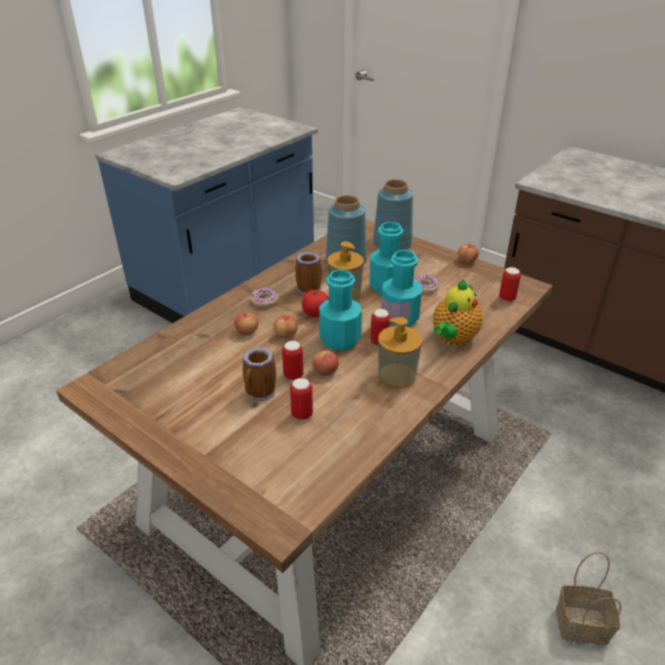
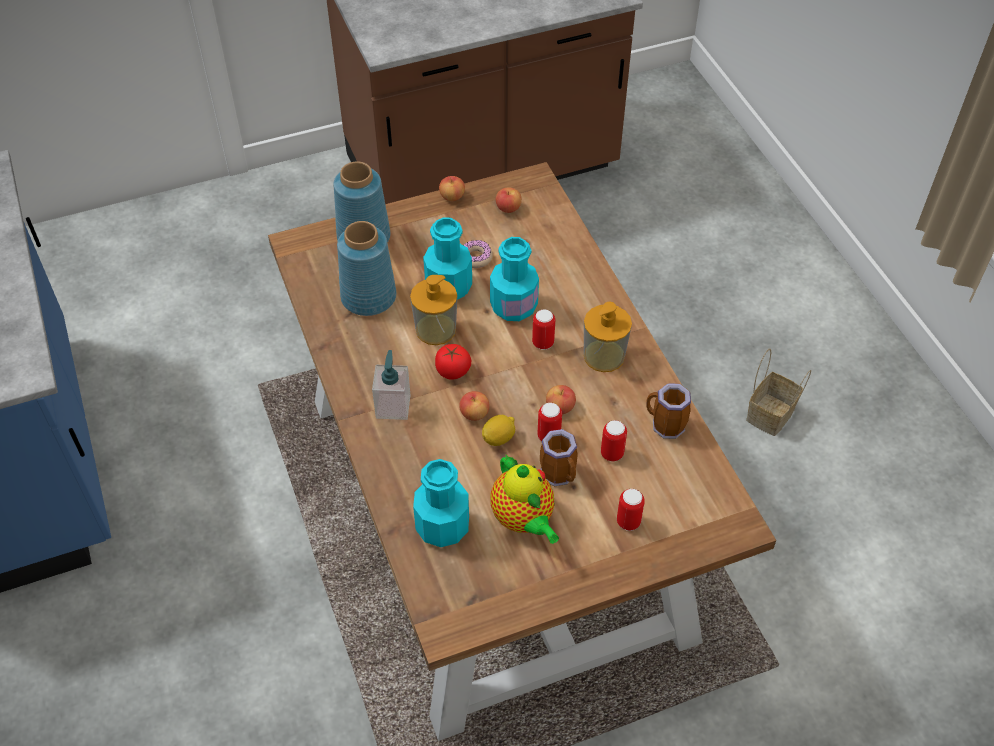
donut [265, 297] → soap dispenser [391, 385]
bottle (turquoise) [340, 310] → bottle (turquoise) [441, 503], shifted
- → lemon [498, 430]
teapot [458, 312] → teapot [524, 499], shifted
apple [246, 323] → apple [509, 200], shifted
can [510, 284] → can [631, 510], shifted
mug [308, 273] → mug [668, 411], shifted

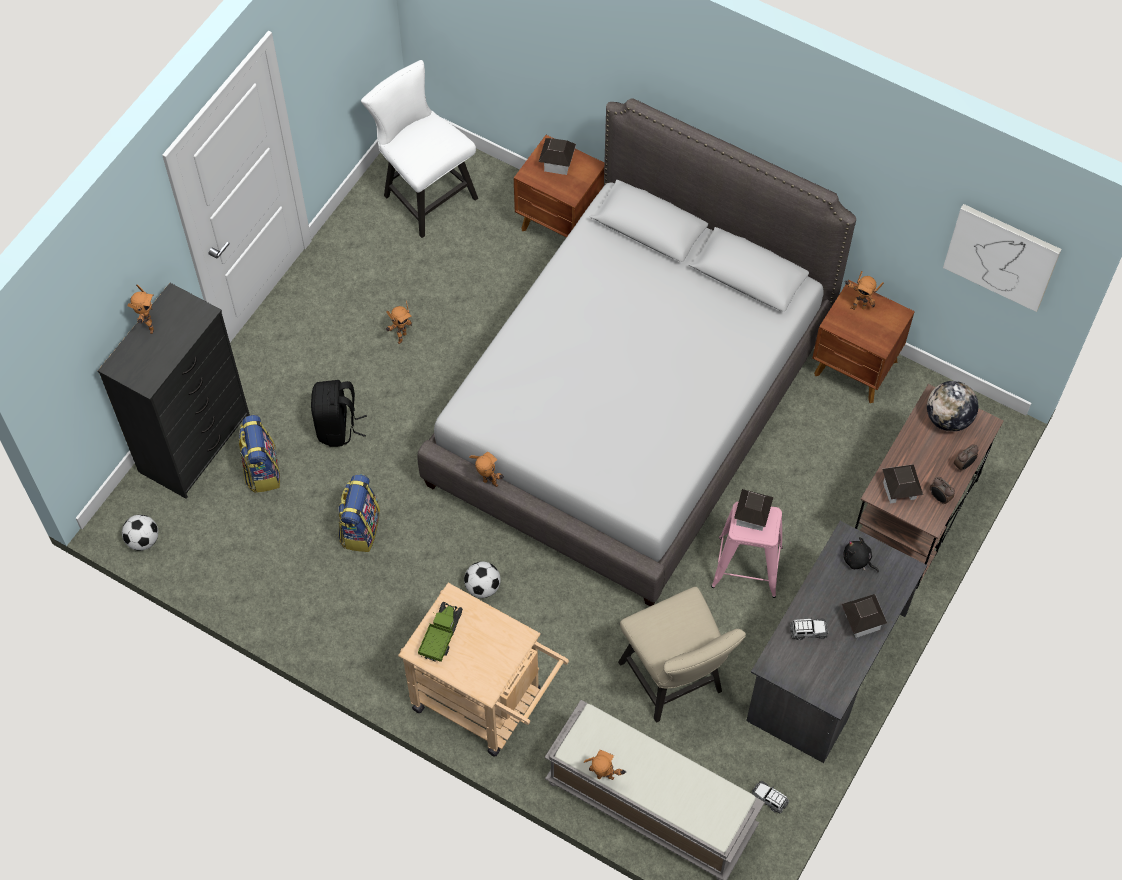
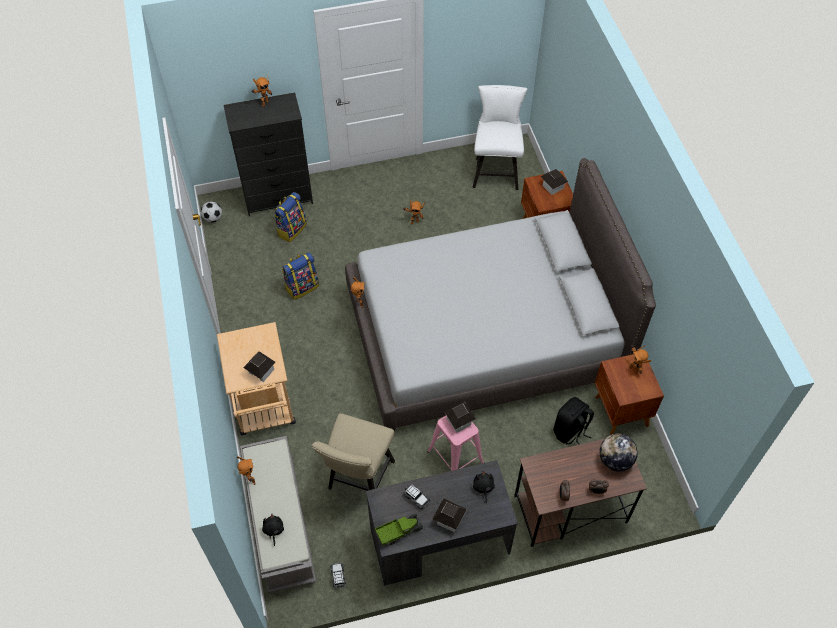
toy house [902, 483] → toy house [259, 366], shifted
- → plush toy (black) [273, 530]
toy truck [440, 632] → toy truck [399, 530], shifted
backpack (black) [339, 413] → backpack (black) [573, 421], shifted
football [482, 579] → -
picture [1002, 258] → -

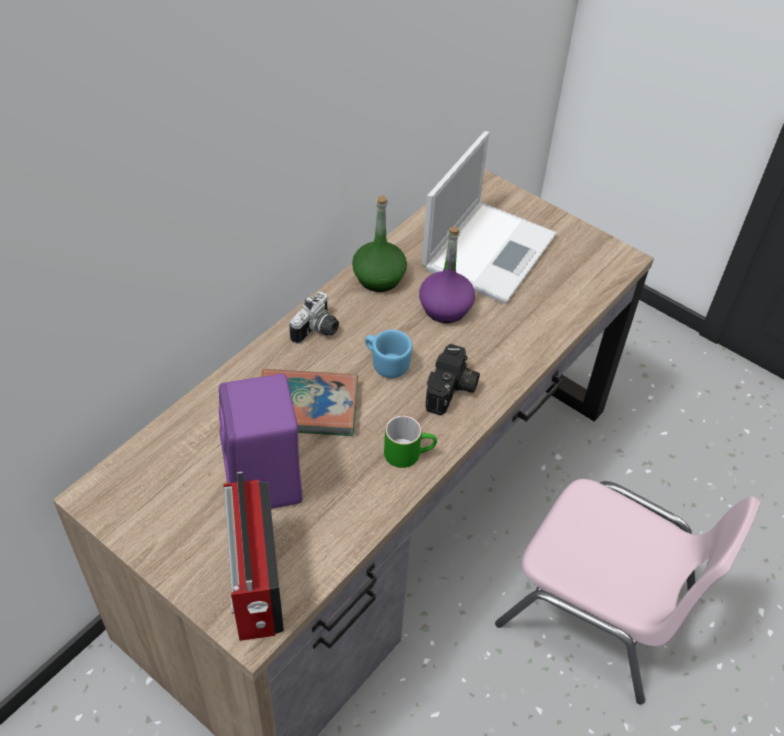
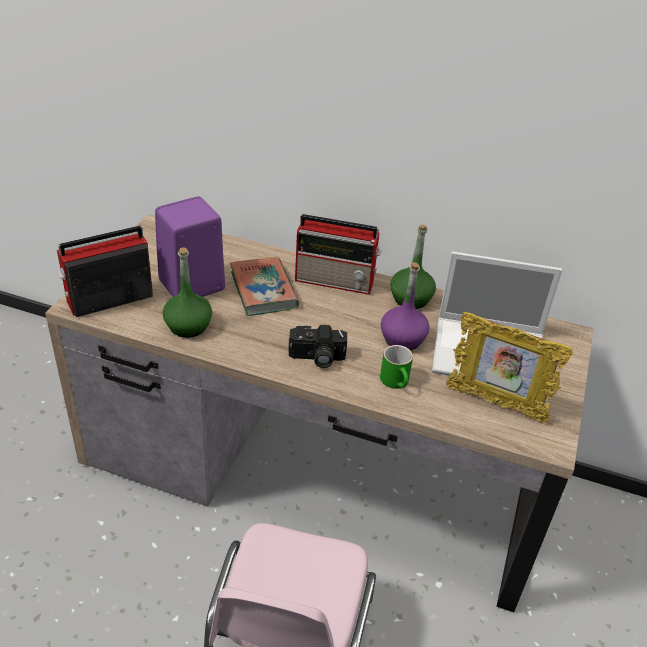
- → bottle (green) [187, 292]
photo camera [314, 318] → radio [338, 254]
mug (green) [410, 441] → mug (green) [396, 367], shifted
- → picture frame [509, 367]
mug (blue) [388, 354] → -

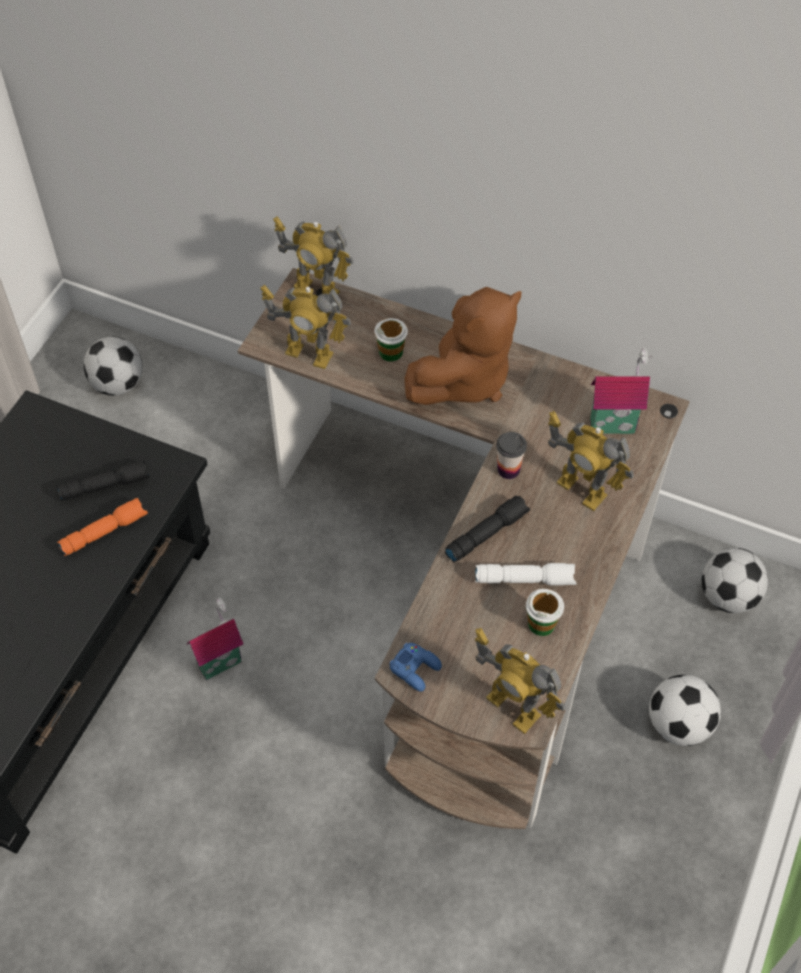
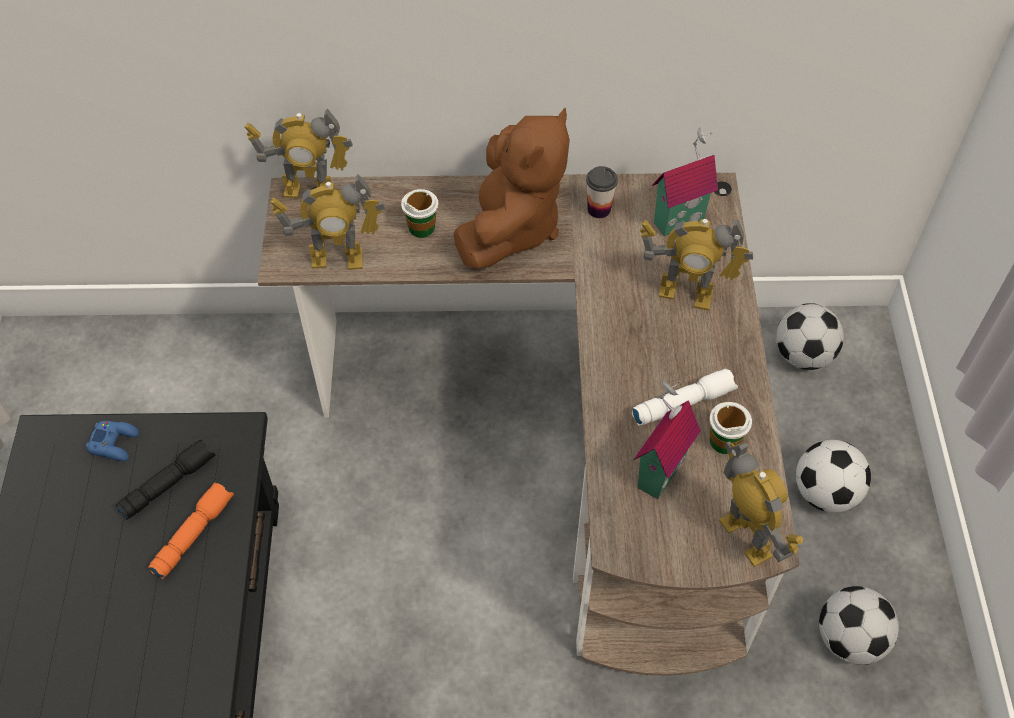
game controller (blue) [415, 667] → game controller (blue) [112, 441], shifted
cup [511, 455] → cup [602, 192], shifted
toy house [215, 638] → toy house [667, 439], shifted
toy robot [520, 680] → toy robot [761, 504], 135 degrees counterclockwise
football [113, 366] → football [859, 625], shifted
flashlight (black) [487, 529] → -

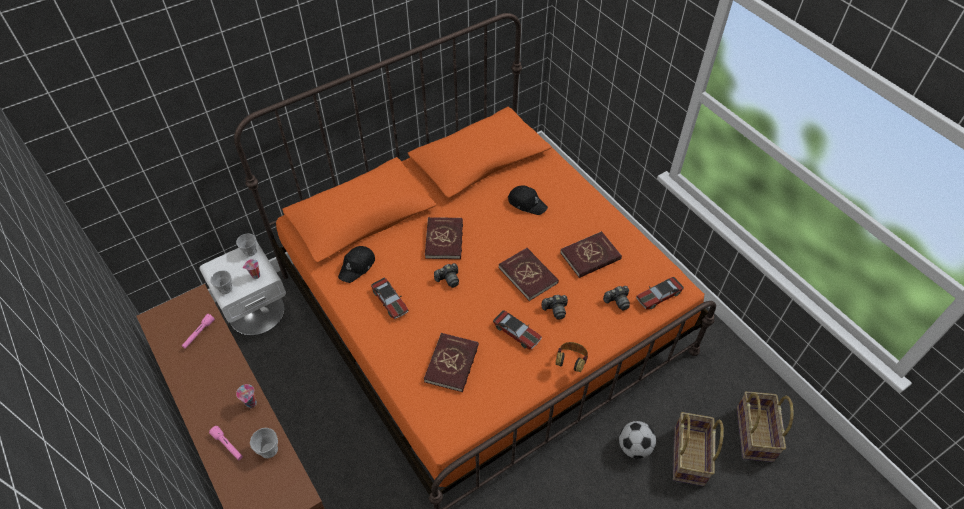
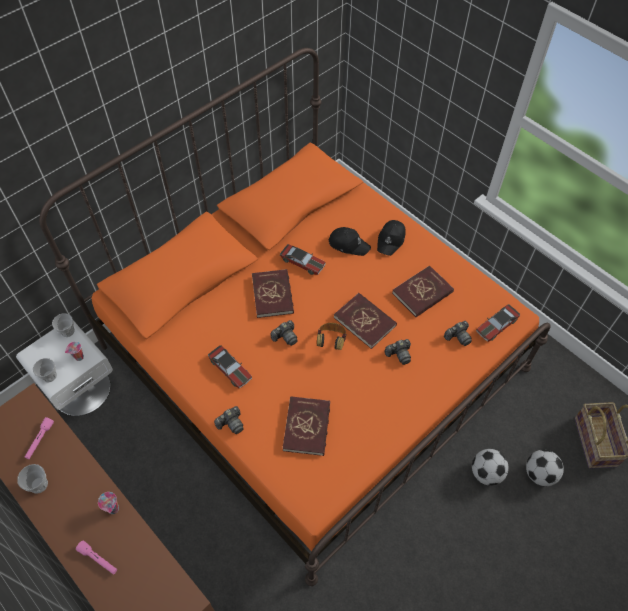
cup [264, 443] → cup [32, 479], shifted
- → photo camera [229, 420]
toy car [517, 330] → toy car [303, 259], shifted
headphones [571, 357] → headphones [331, 336], shifted
cap (black) [356, 264] → cap (black) [391, 238], shifted
basket [698, 449] → football [545, 468]

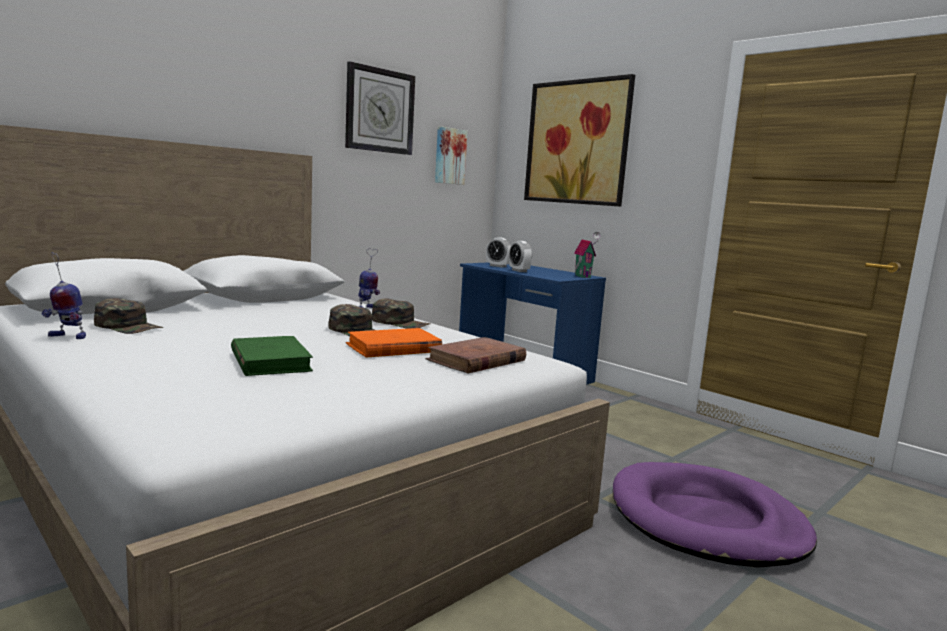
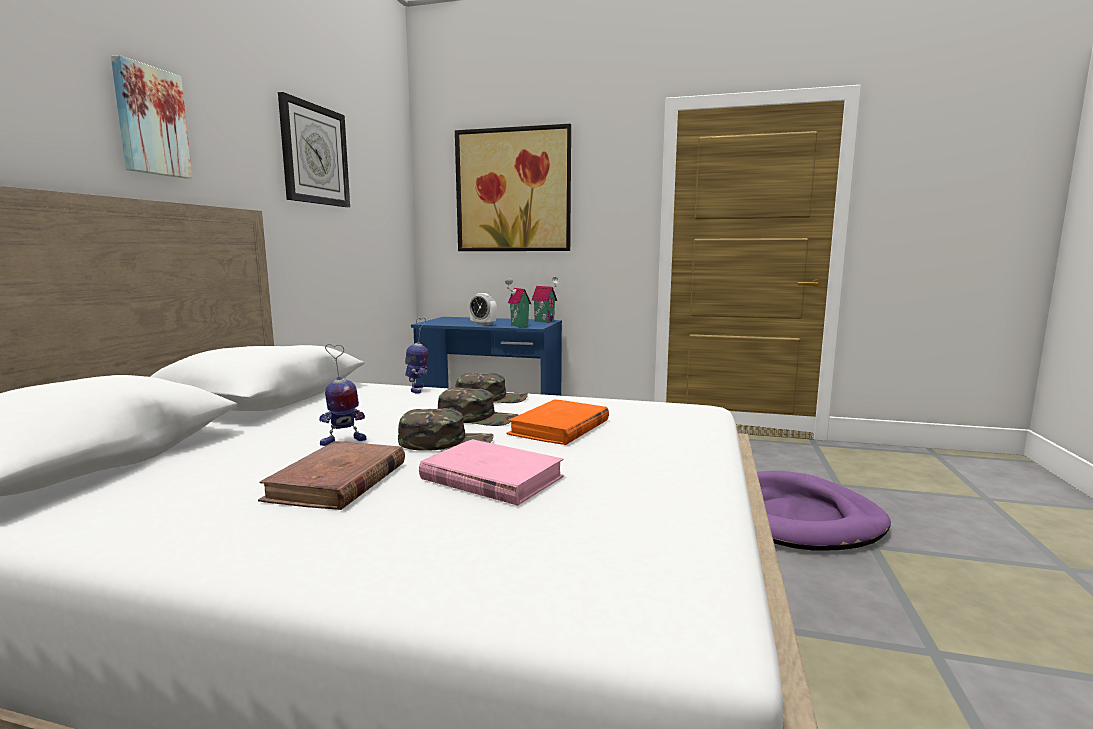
picture [451, 155] → picture [152, 117], shifted
book (brown) [476, 355] → book (brown) [331, 475], shifted
toy robot [64, 295] → toy robot [342, 395], shifted
cap (green) [128, 316] → cap (green) [446, 429], shifted
book (green) [272, 356] → book (pink) [491, 472]
- → toy house [518, 303]
alarm clock [498, 252] → -

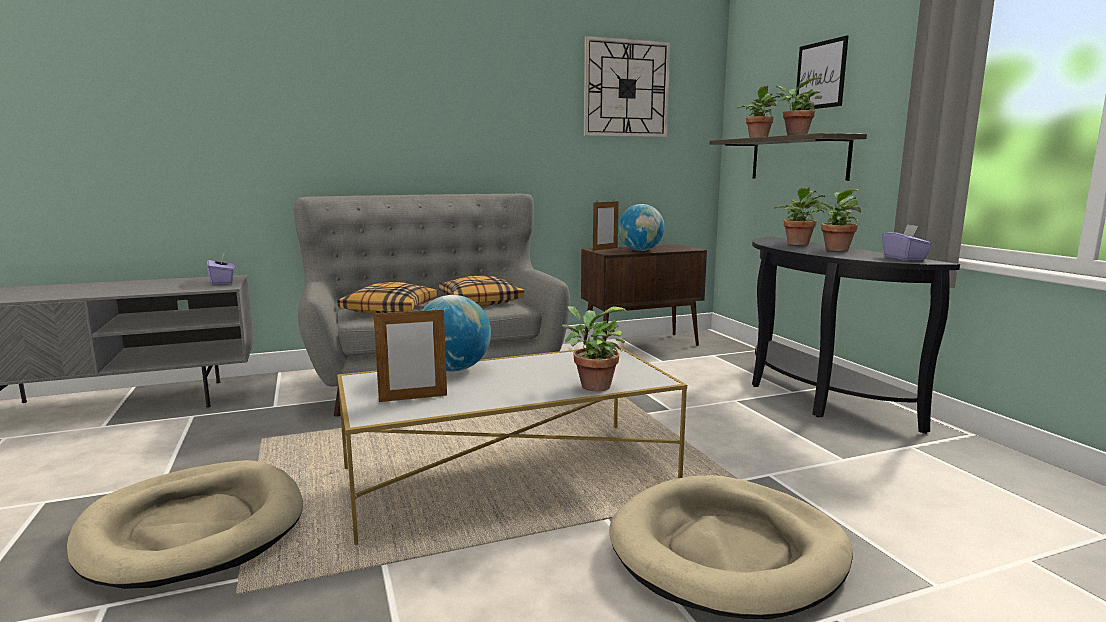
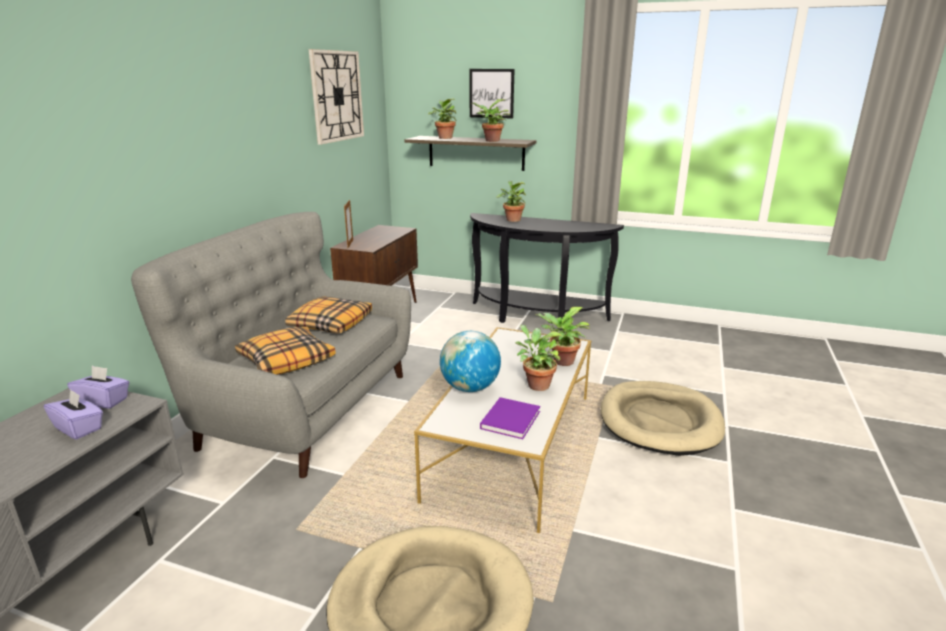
tissue box (purple) [907, 242] → tissue box (purple) [73, 414], shifted
picture frame [410, 354] → book (purple) [510, 418]
potted plant [836, 220] → potted plant [539, 358], shifted
globe [641, 227] → -

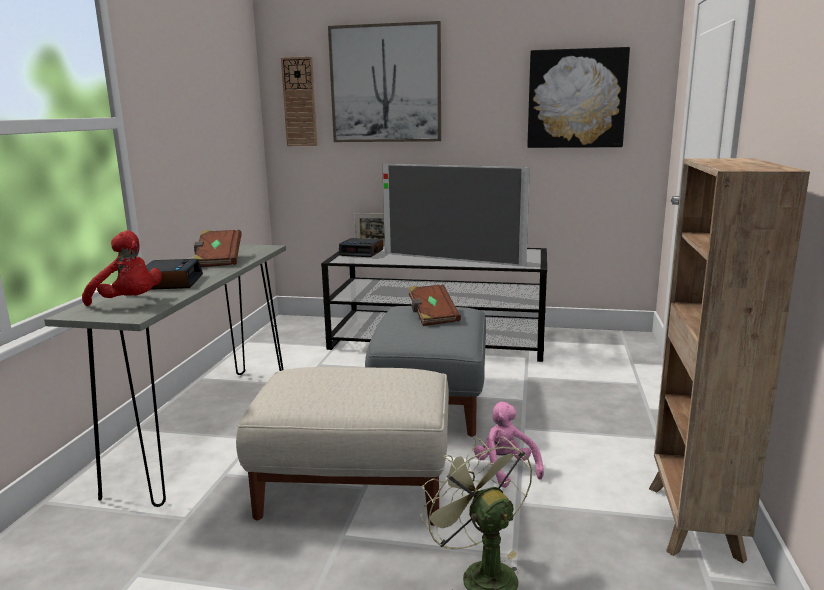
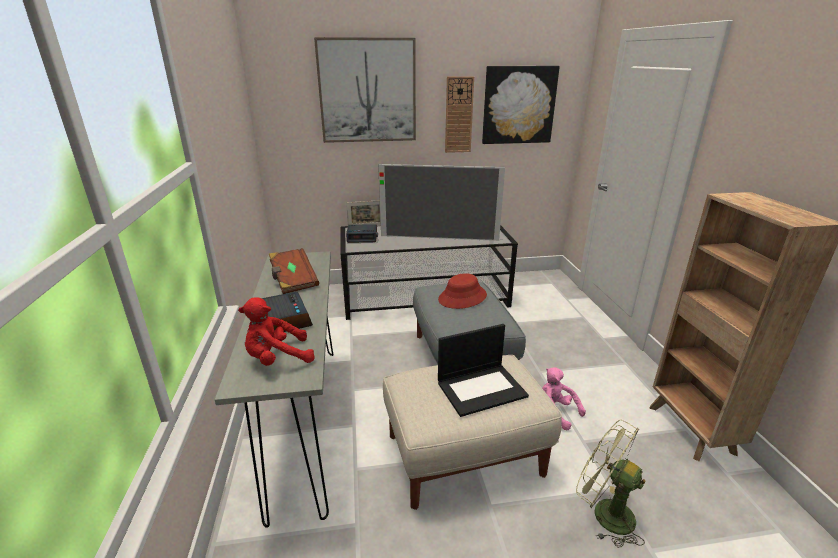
plush toy (red) [122, 268] → plush toy (red) [276, 331], 150 degrees clockwise
book (brown) [434, 305] → hat (red) [462, 291]
- → laptop [483, 370]
wall clock [299, 101] → wall clock [459, 114], shifted

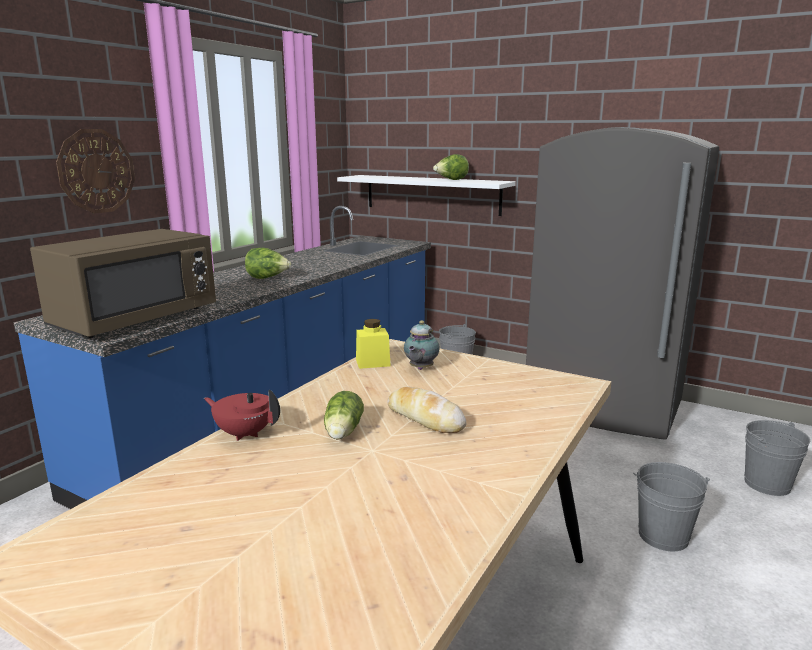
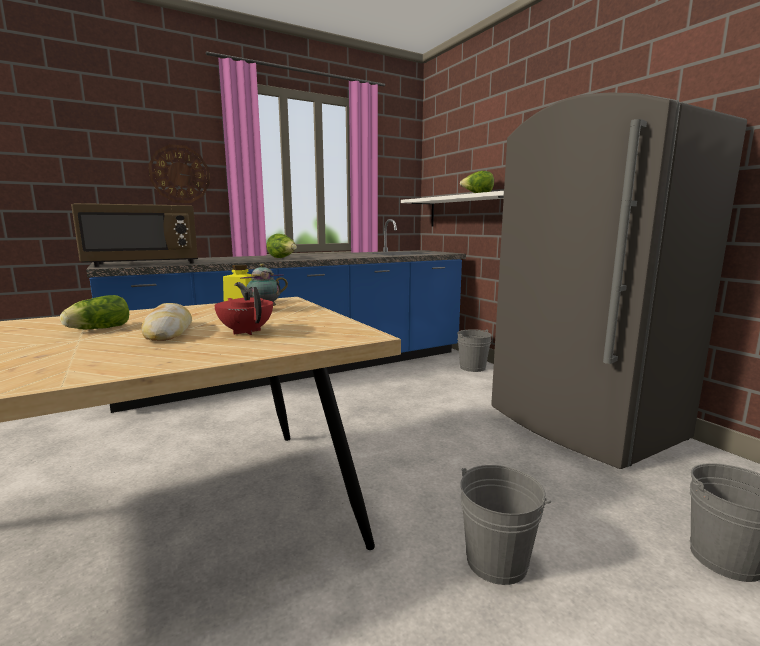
teapot (red) [242, 415] → teapot (red) [243, 311], shifted

